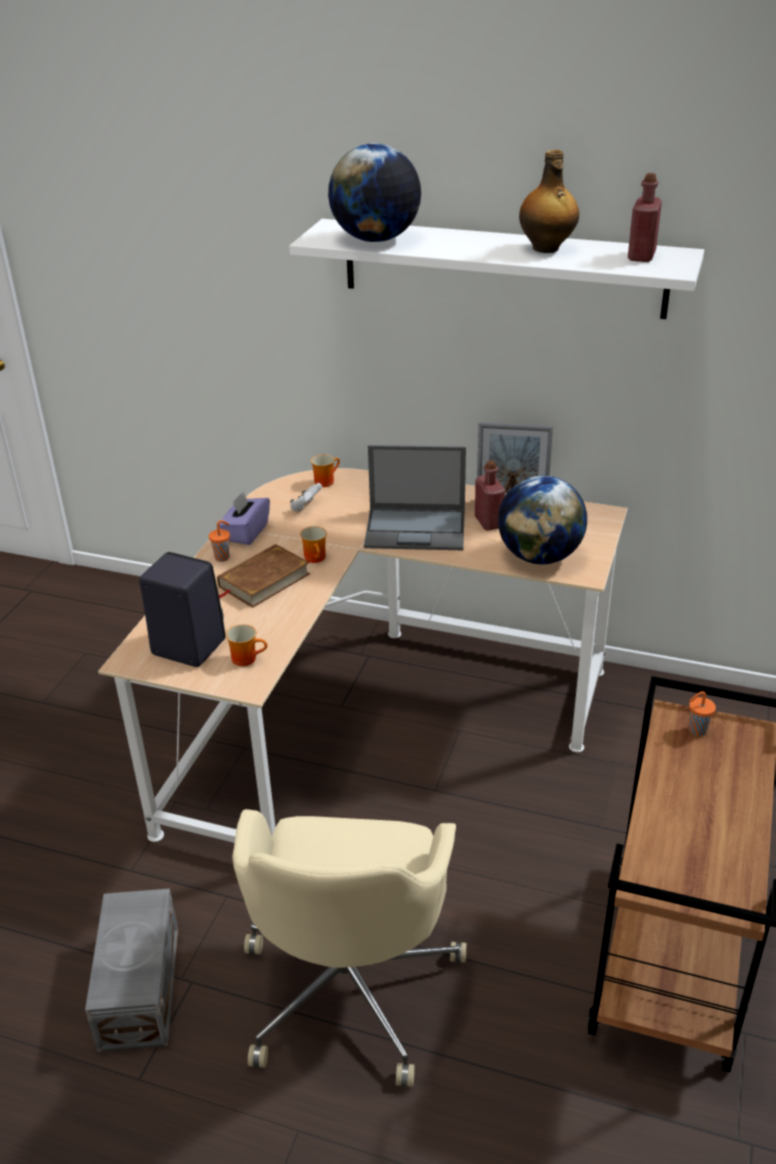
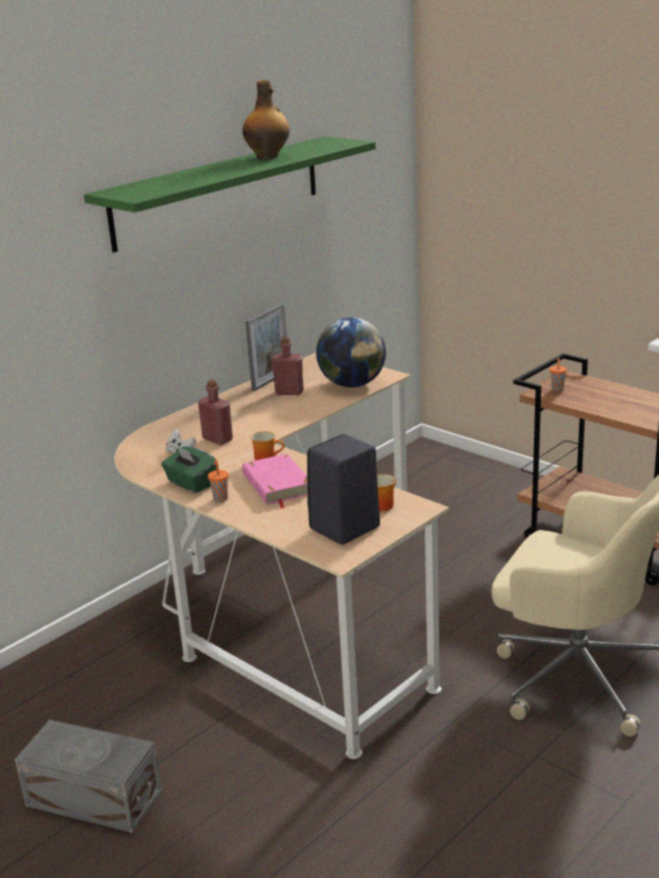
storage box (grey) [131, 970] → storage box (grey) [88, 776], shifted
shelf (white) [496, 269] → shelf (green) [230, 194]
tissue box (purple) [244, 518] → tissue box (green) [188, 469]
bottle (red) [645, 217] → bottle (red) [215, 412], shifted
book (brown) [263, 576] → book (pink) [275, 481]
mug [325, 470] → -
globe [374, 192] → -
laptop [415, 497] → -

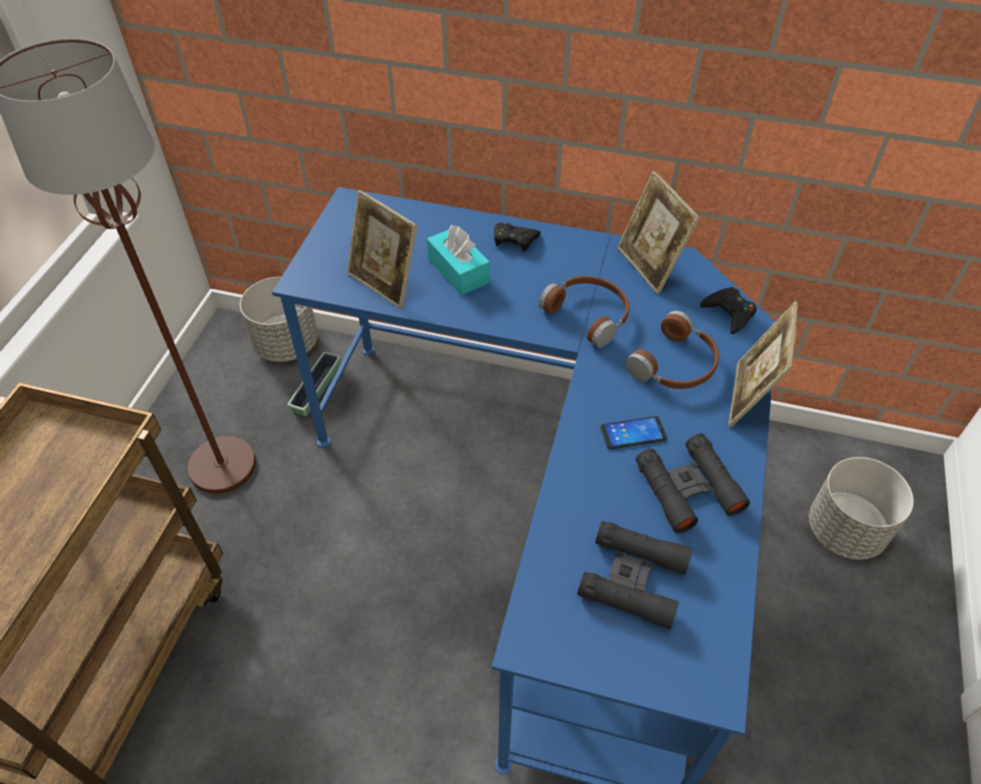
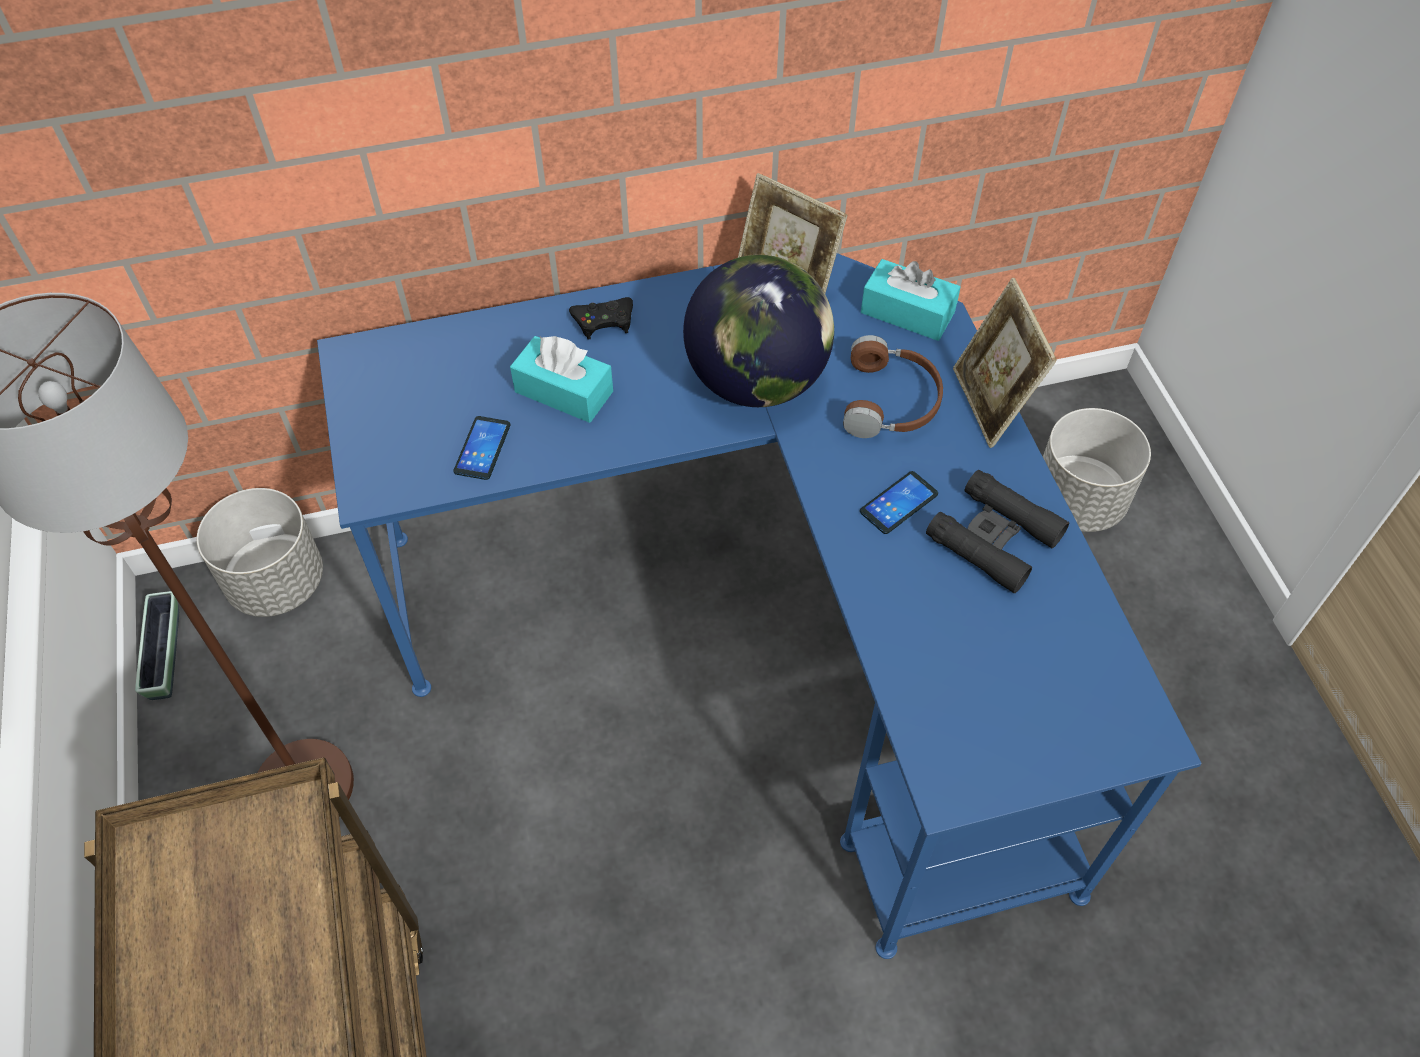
planter [314, 385] → planter [157, 645], shifted
picture frame [382, 249] → phone [482, 448]
headphones (brown) [584, 312] → globe [758, 331]
game controller (black) [728, 310] → tissue box (turquoise) [910, 300]
binoculars (black) [635, 575] → -

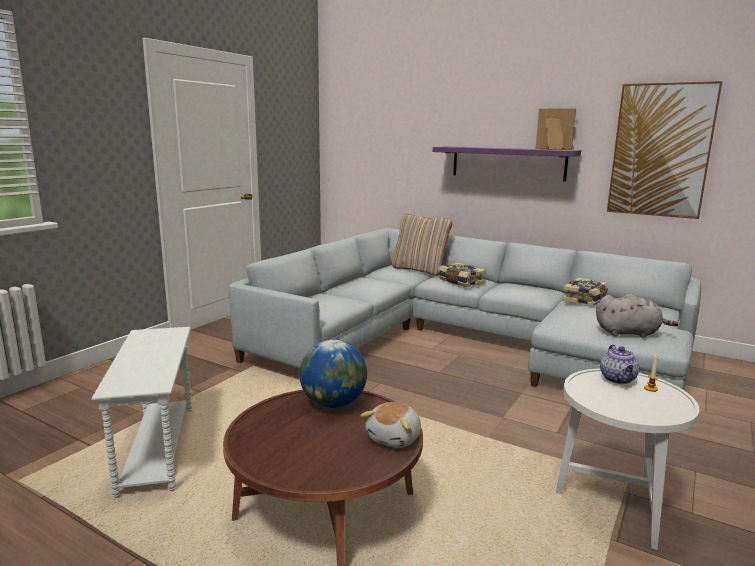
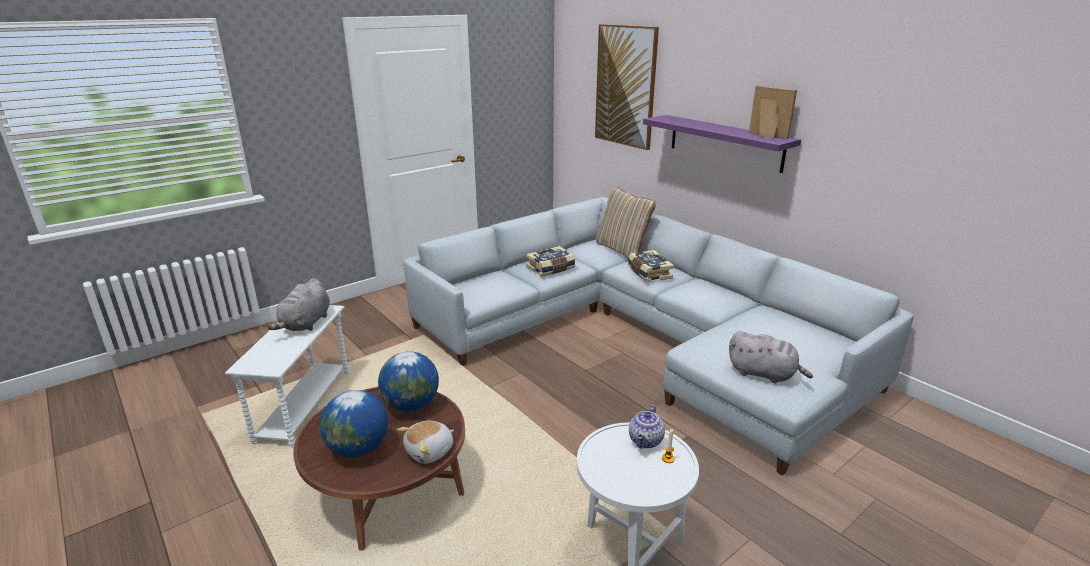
- → plush toy (grey) [298, 304]
- → globe [354, 424]
book [585, 292] → book [551, 261], shifted
picture [664, 150] → picture [627, 87], shifted

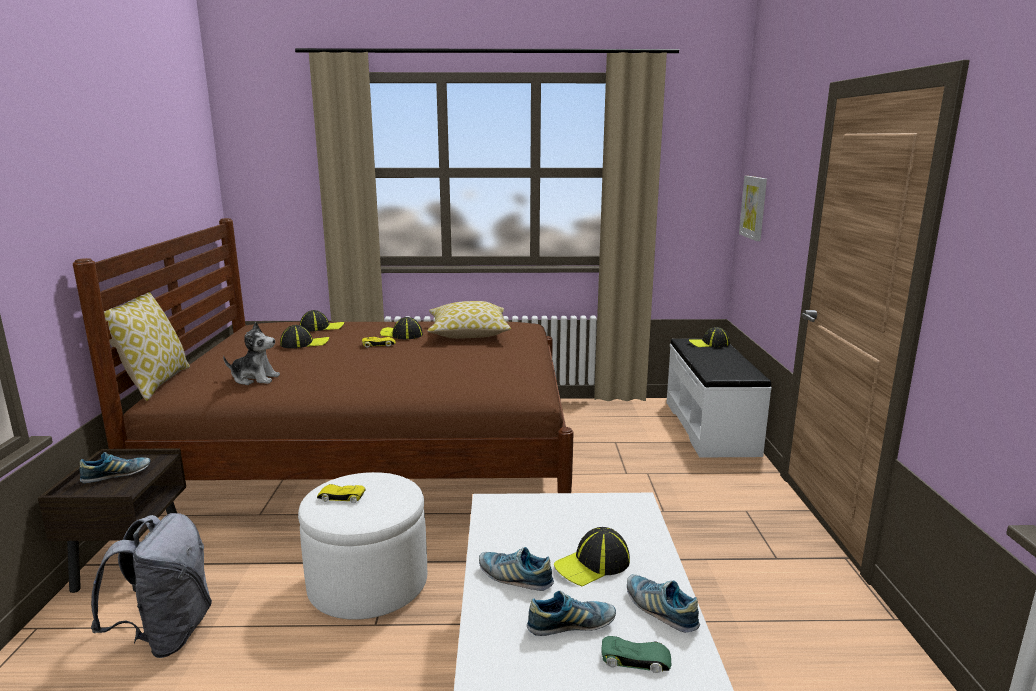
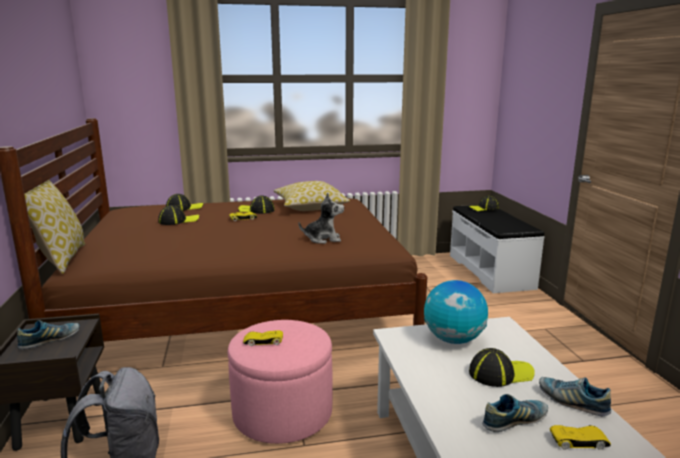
ottoman (white) [362, 546] → ottoman (pink) [280, 382]
plush toy [251, 353] → plush toy [321, 218], shifted
- → globe [456, 312]
cap [592, 557] → cap [502, 367], 150 degrees counterclockwise
toy car (green) [636, 654] → toy car (yellow) [580, 437]
shoe [516, 569] → -
picture [753, 208] → -

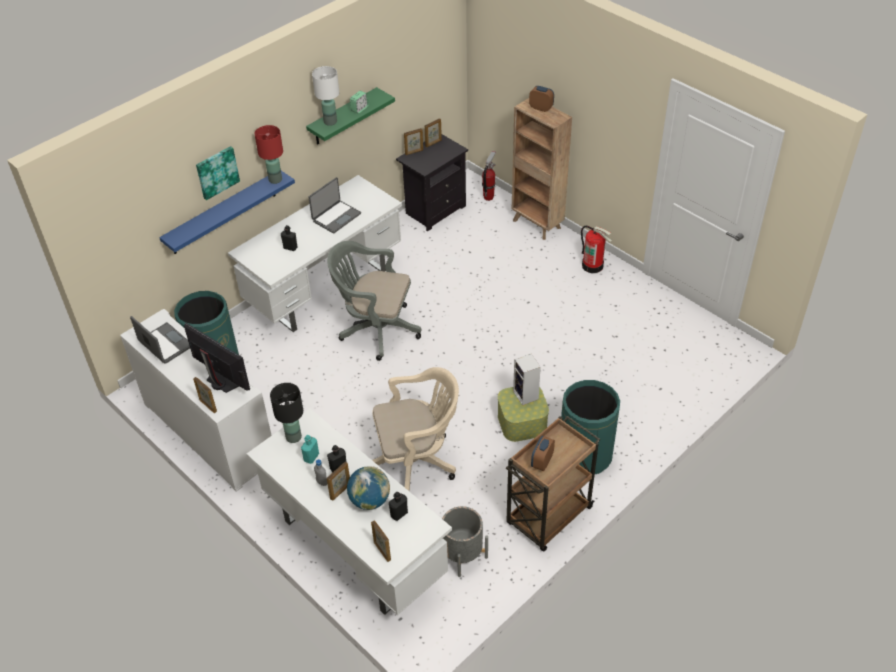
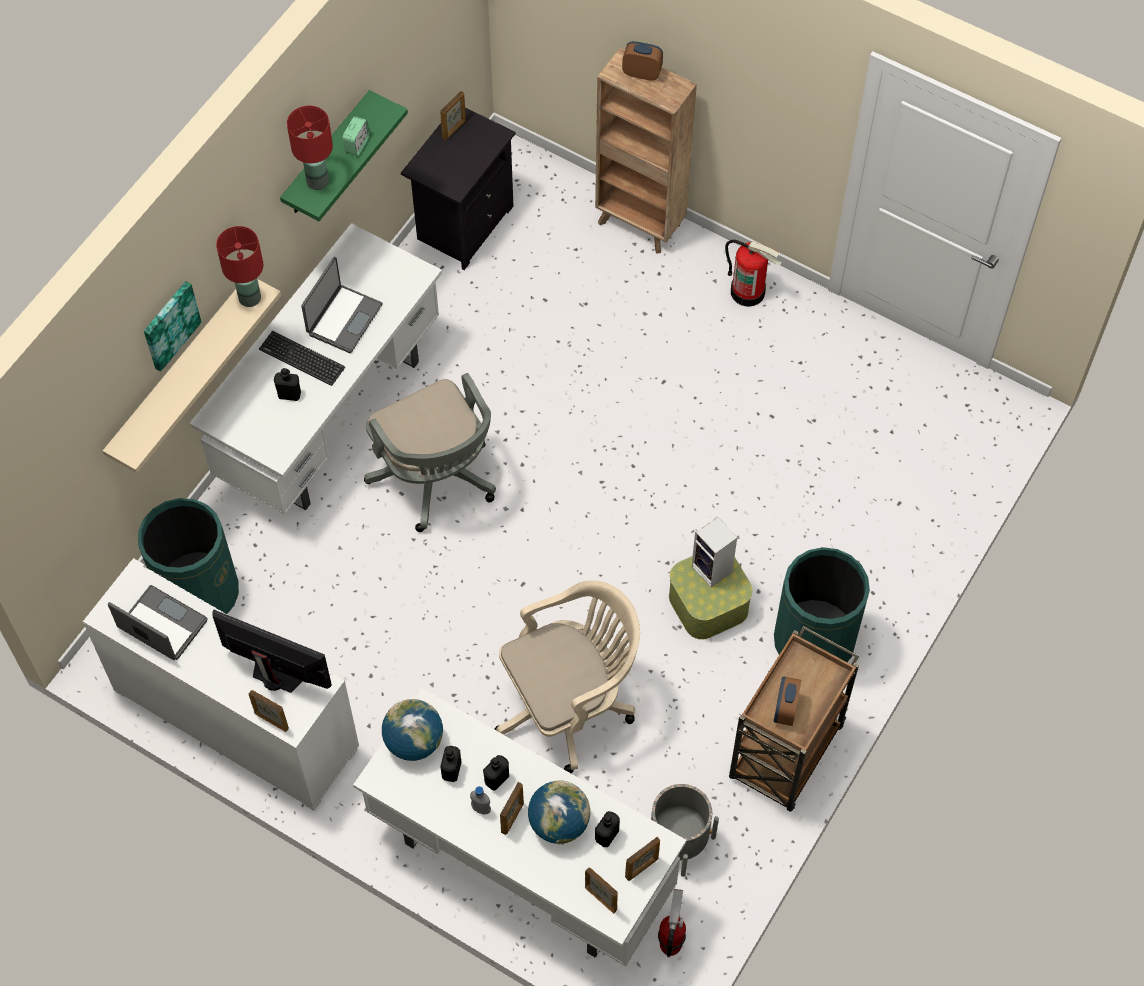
shelf (blue) [227, 212] → shelf (beige) [192, 376]
- → keyboard [302, 358]
table lamp (white) [325, 96] → table lamp (red) [310, 148]
office chair (grey) [374, 301] → office chair (grey) [430, 452], 120 degrees counterclockwise
table lamp (black) [286, 413] → globe [412, 730]
bottle (turquoise) [310, 449] → bottle (black) [450, 764]
picture frame [413, 141] → picture frame [642, 859], shifted
fire extinguisher [489, 176] → fire extinguisher [672, 923], shifted

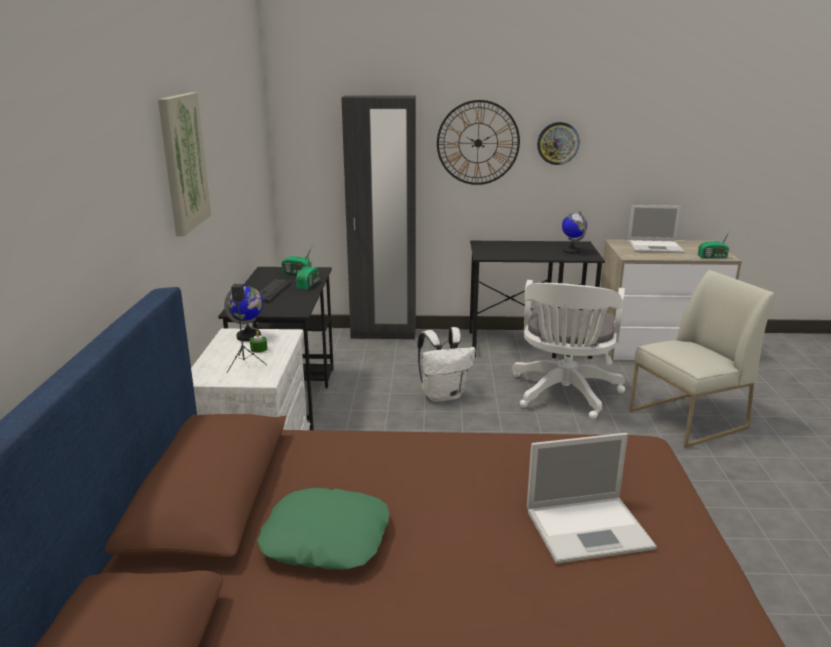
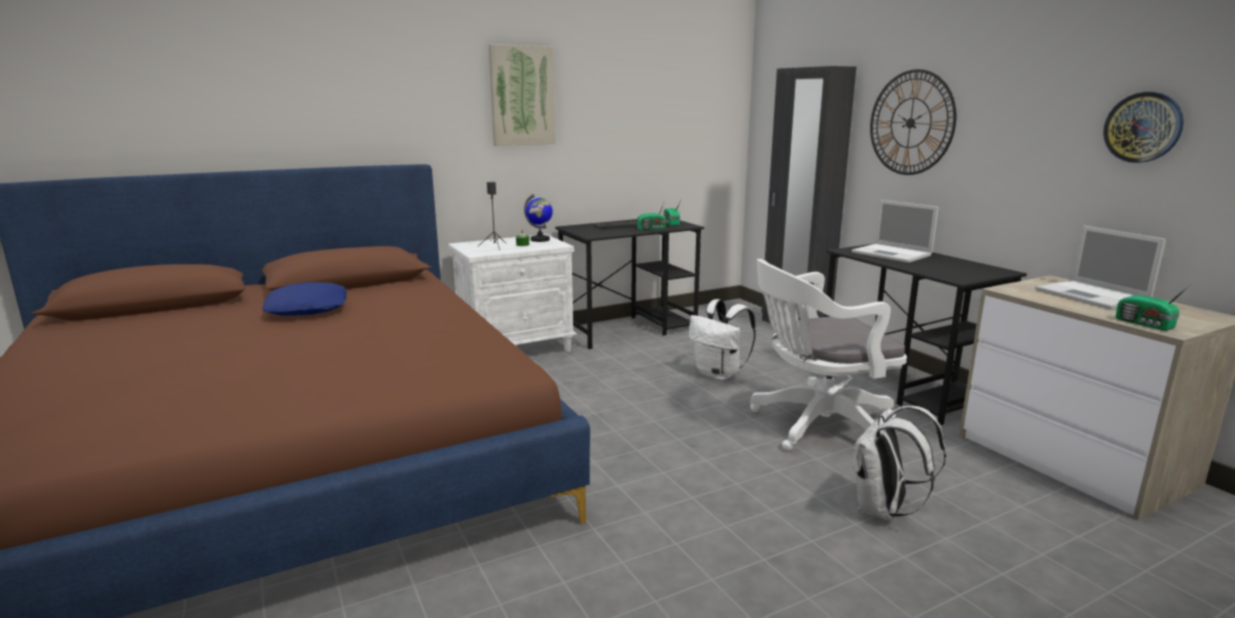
pillow (green) [323, 528] → pillow (blue) [304, 299]
laptop [592, 498] → laptop [895, 231], shifted
chair (white) [702, 359] → backpack (white) [899, 463]
wall clock [558, 143] → wall clock [1143, 127], shifted
globe [574, 232] → -

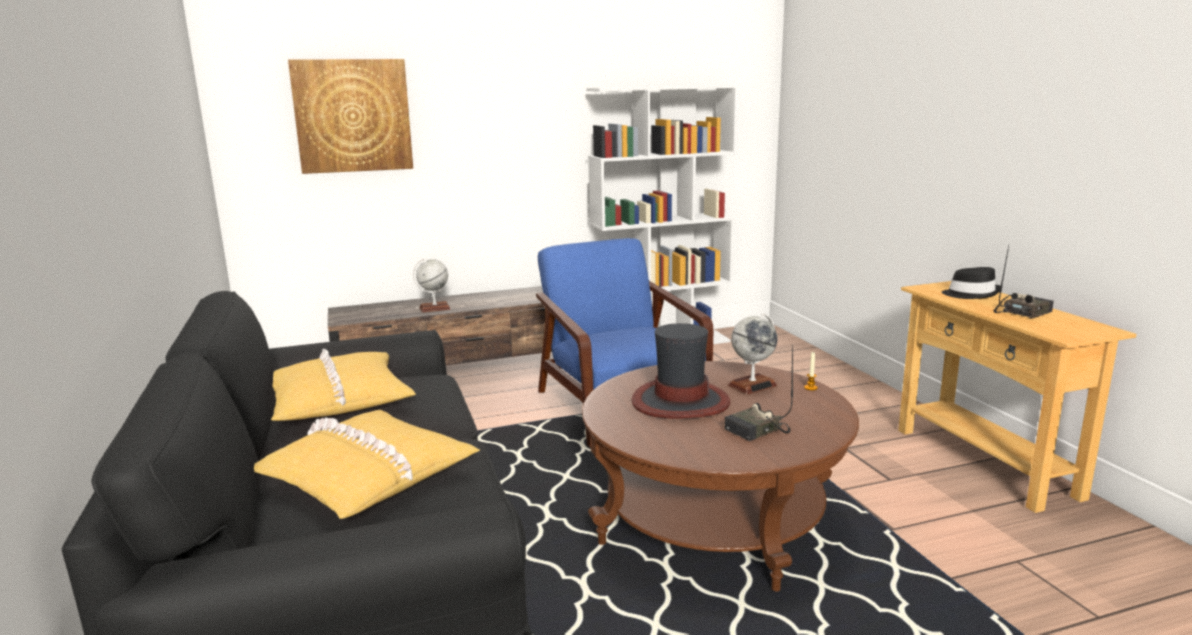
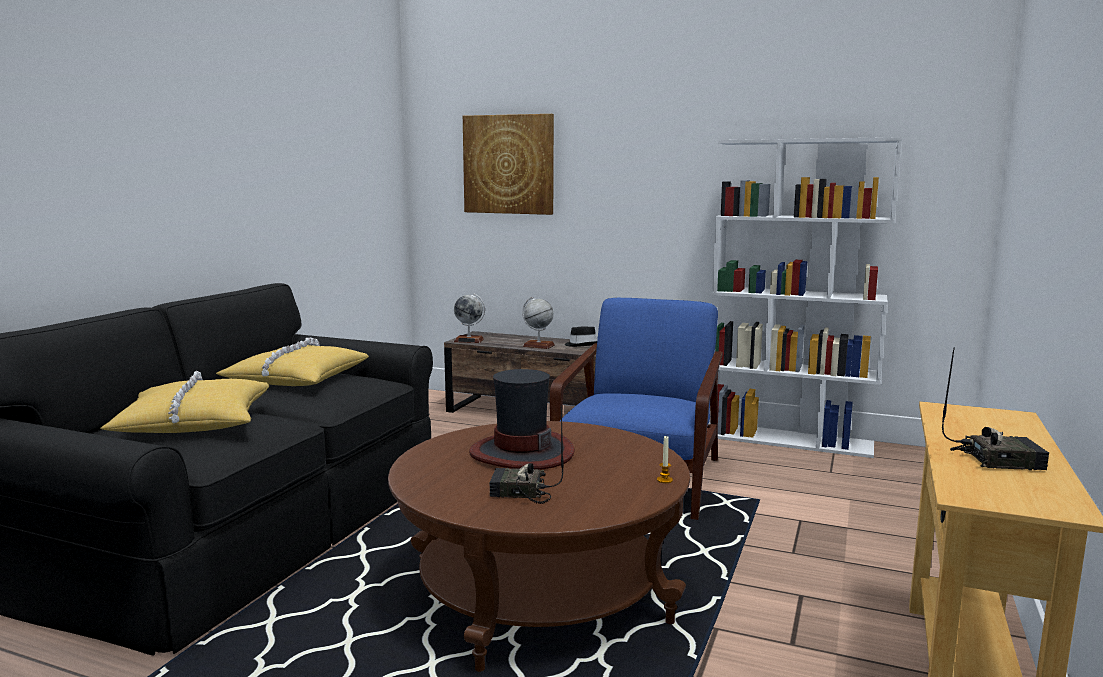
globe [752, 354] → globe [469, 318], shifted
hat (black) [970, 283] → hat (black) [581, 336], shifted

